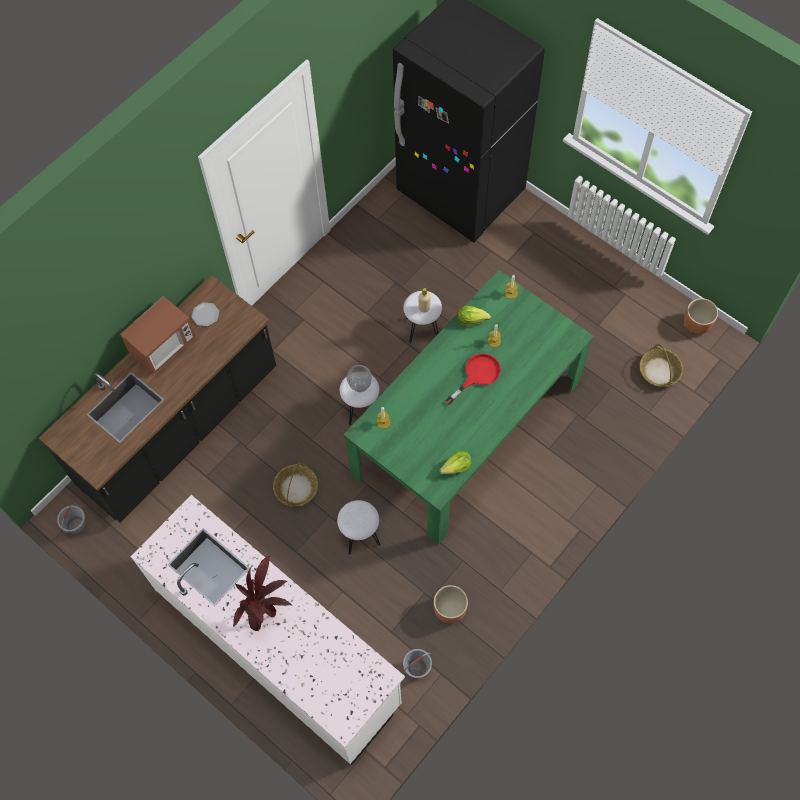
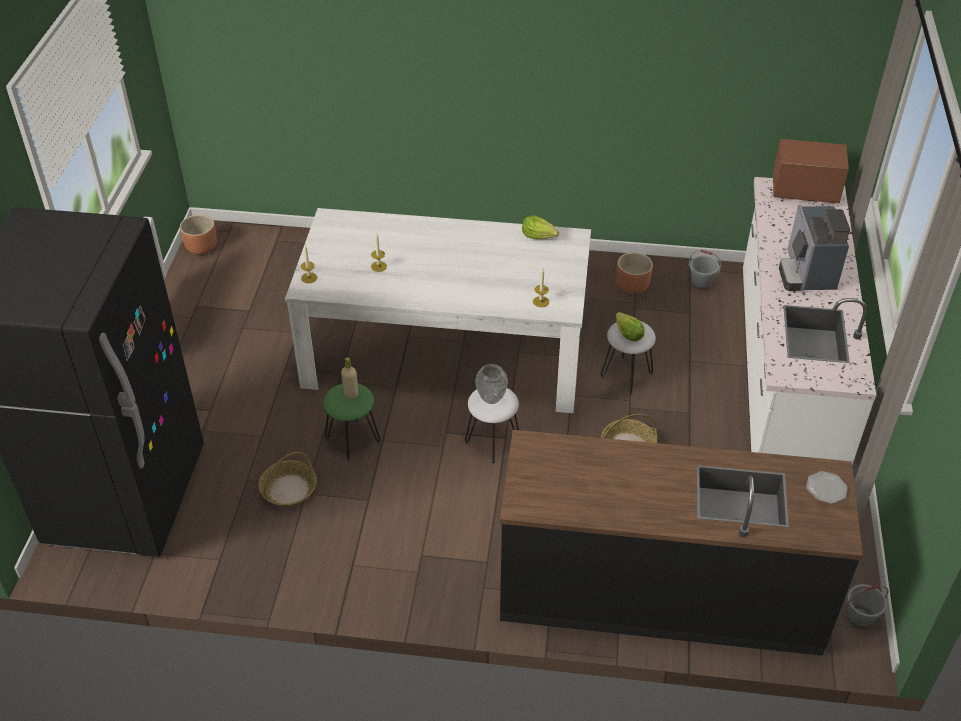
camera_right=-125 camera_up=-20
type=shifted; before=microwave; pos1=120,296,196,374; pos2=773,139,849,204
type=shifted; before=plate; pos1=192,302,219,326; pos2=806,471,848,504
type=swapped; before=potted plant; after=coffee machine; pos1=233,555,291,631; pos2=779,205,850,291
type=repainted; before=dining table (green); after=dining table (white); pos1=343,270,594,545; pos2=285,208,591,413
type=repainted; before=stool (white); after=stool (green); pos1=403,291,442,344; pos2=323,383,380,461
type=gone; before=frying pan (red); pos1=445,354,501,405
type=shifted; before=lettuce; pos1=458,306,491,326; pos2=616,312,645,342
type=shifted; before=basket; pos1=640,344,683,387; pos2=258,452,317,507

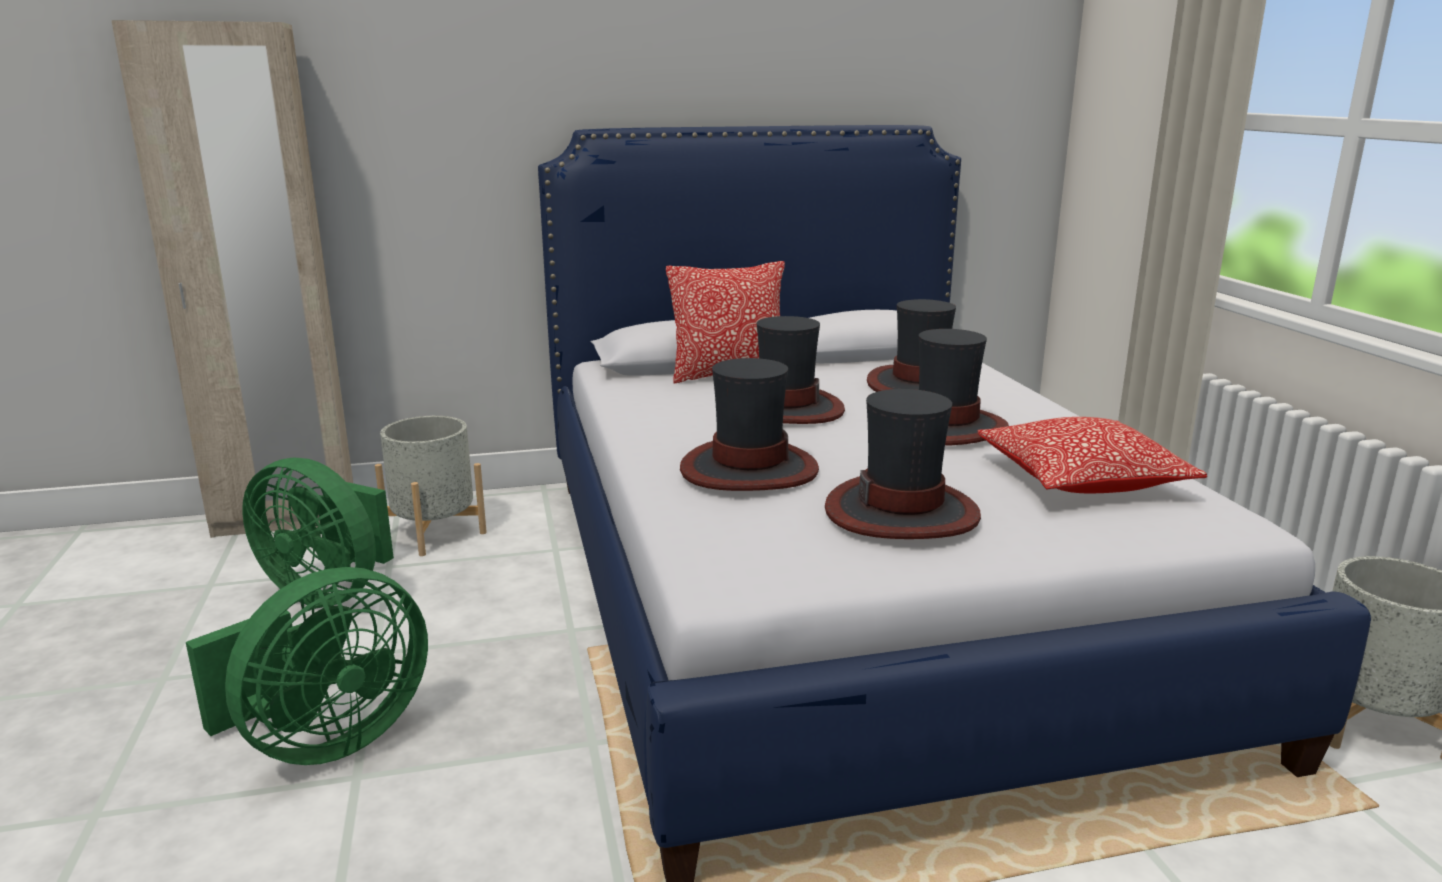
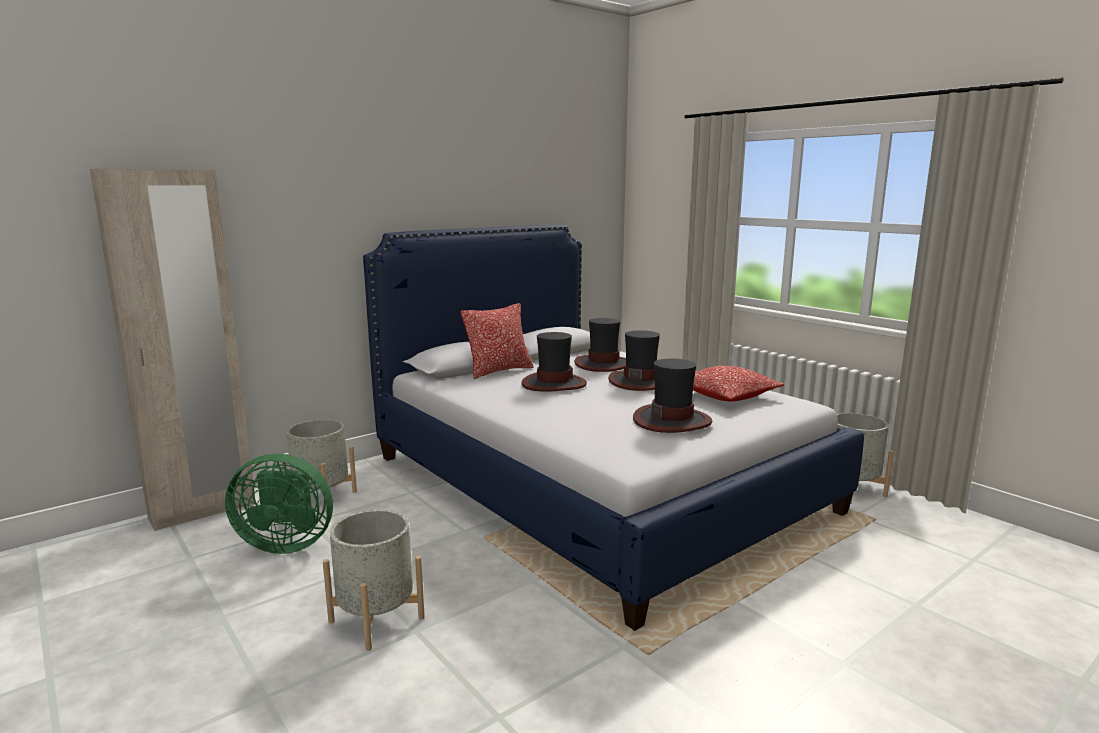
camera_right=-25 camera_up=-5
type=swapped; before=fan (green); after=planter (grey); pos1=186,567,428,765; pos2=323,509,425,651
type=gone; before=hat; pos1=680,358,819,491

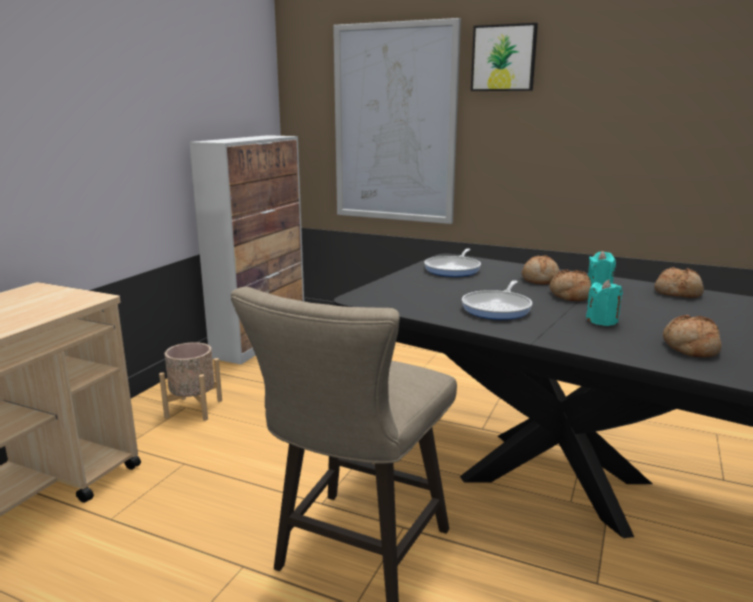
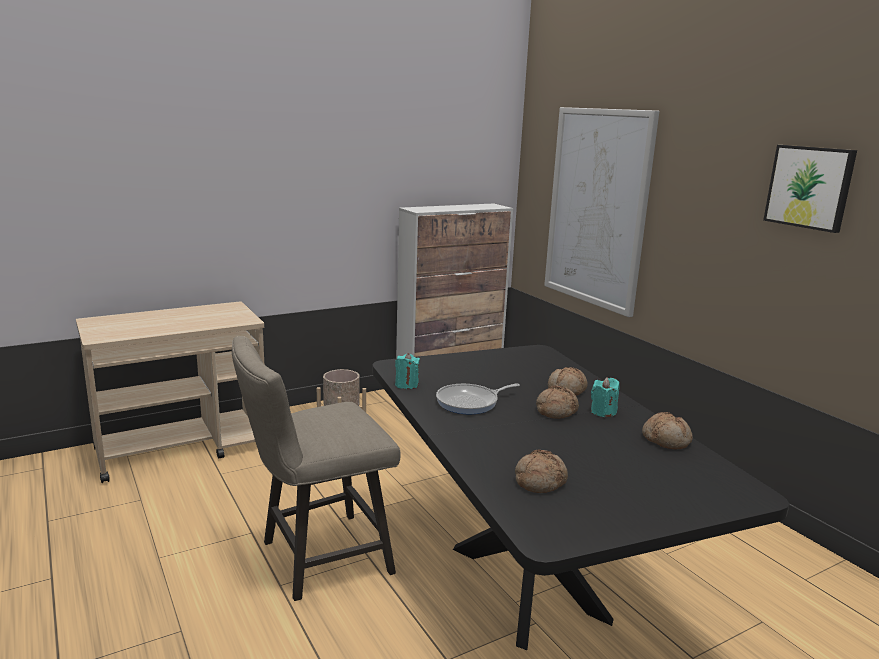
camera_right=35 camera_up=0
type=gone; before=frying pan; pos1=424,249,481,277
type=shifted; before=picture; pos1=471,23,538,91; pos2=763,145,857,233
type=shifted; before=candle (turquoise); pos1=586,279,623,326; pos2=395,353,420,389

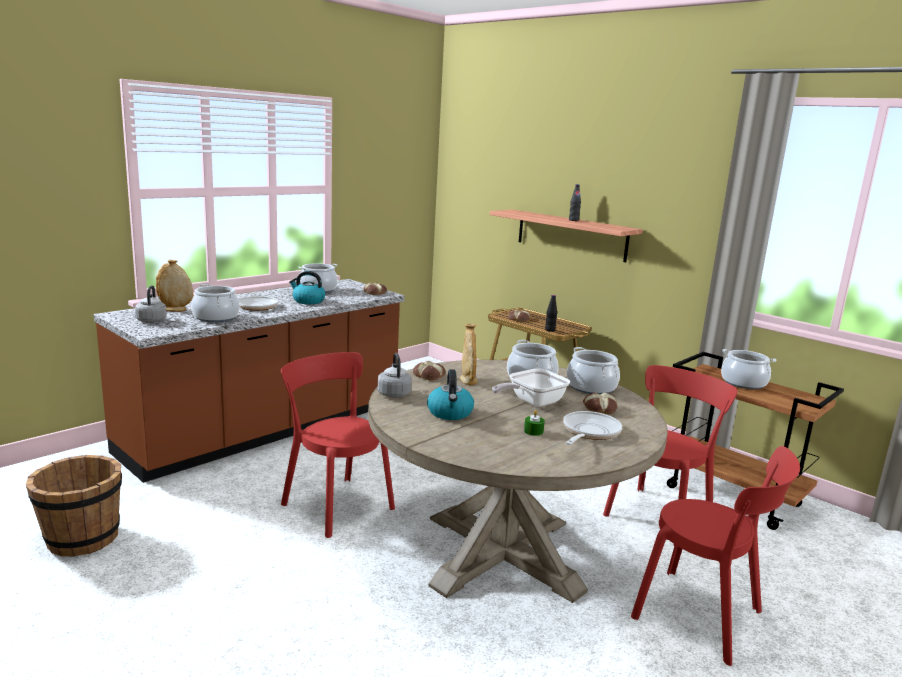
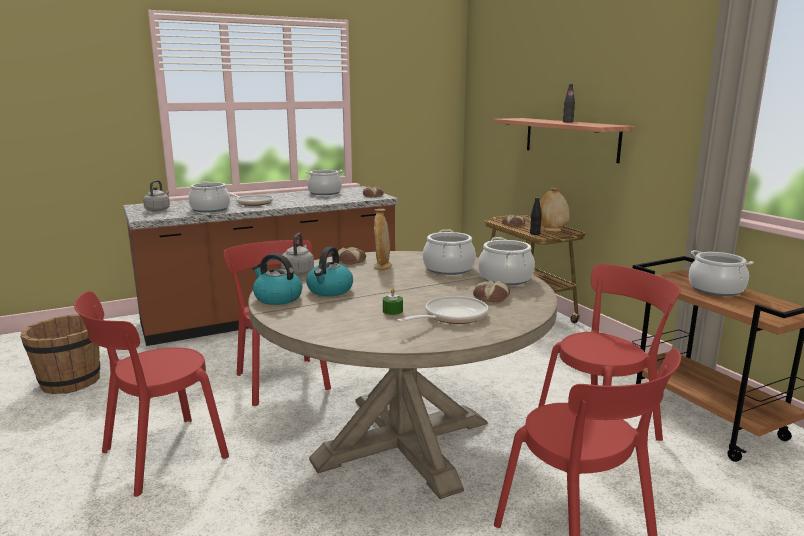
camera_right=20 camera_up=0
type=shifted; before=vase (beige); pos1=156,260,193,312; pos2=540,188,570,232
type=shifted; before=kettle; pos1=289,271,325,304; pos2=252,253,302,305
type=gone; before=frying pan; pos1=492,368,571,407
type=new; after=chair (red); pos2=74,291,229,497

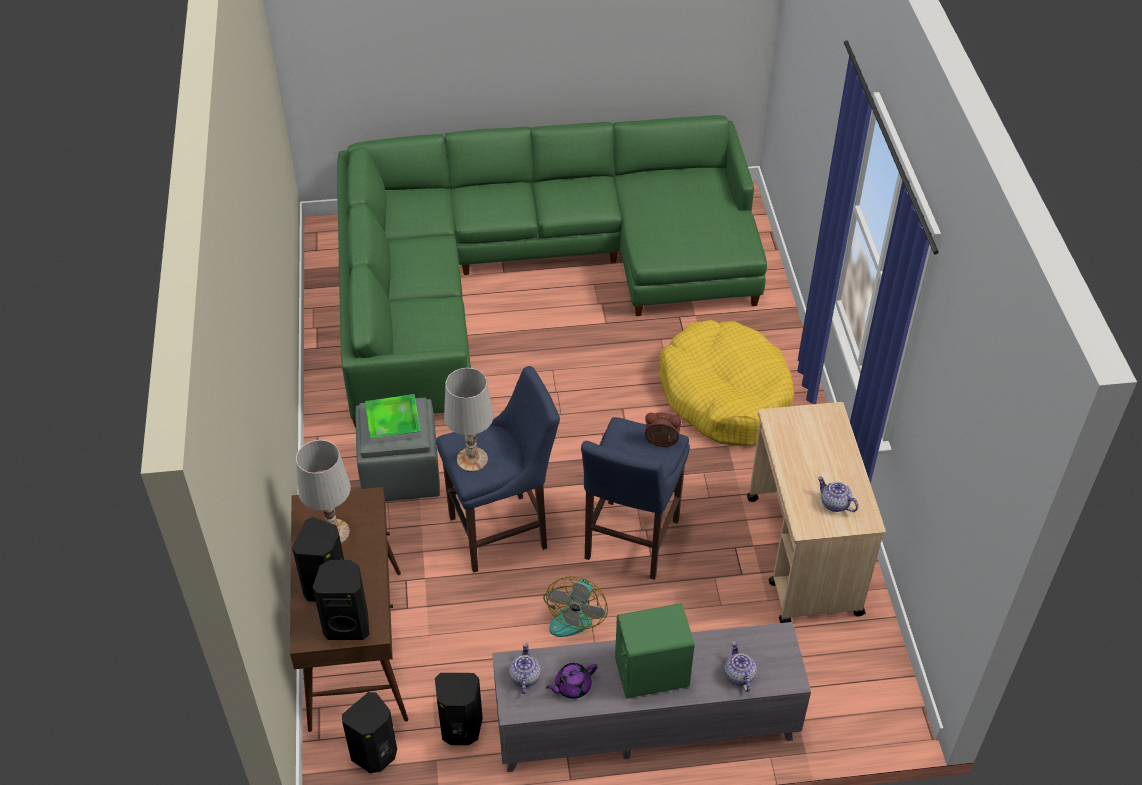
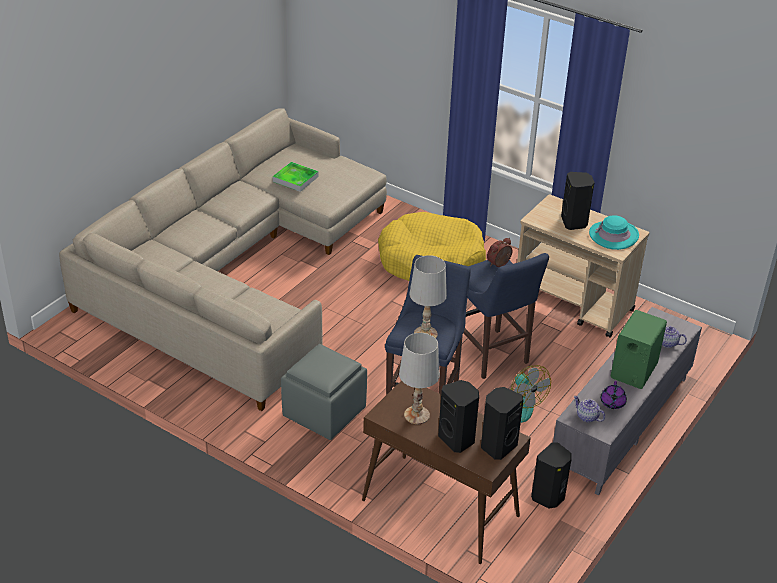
camera_right=-50 camera_up=-10
type=repainted; before=sofa (green); after=sofa (beige); pos1=337,115,767,428; pos2=59,108,387,411
type=shifted; before=speaker (black); pos1=342,692,397,773; pos2=561,172,594,230
type=shifted; before=tray; pos1=365,394,421,445; pos2=273,162,319,192
type=swapped; before=teapot; after=hat (turquoise); pos1=818,477,858,512; pos2=589,215,639,250

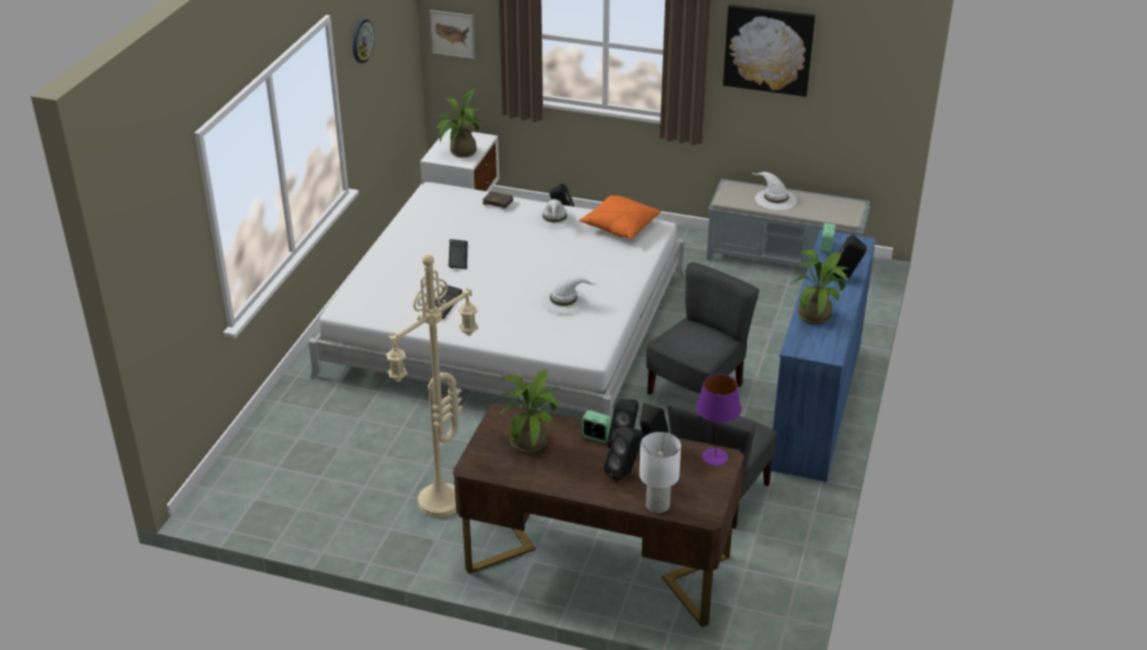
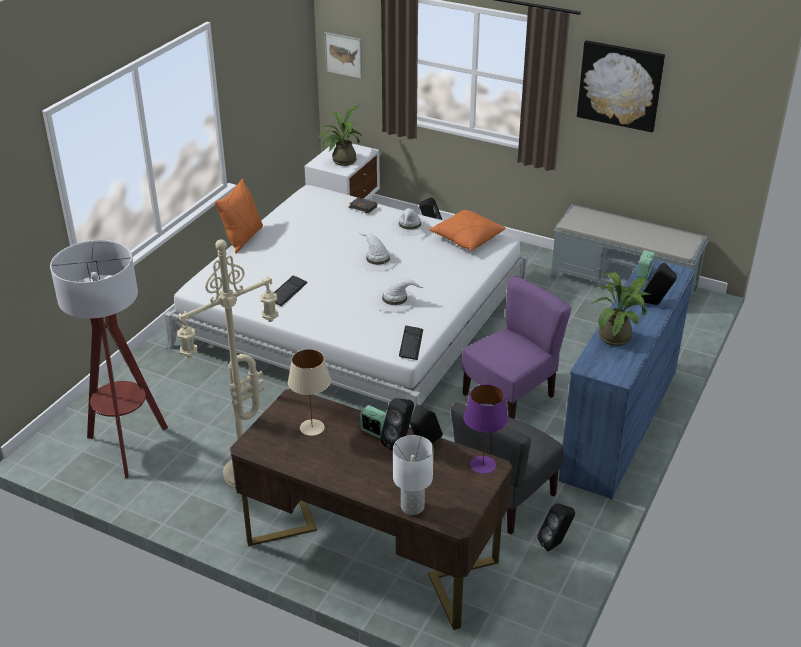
camera_right=10 camera_up=0
type=gone; before=wall clock; pos1=353,19,374,63
type=shifted; before=keyboard; pos1=449,239,468,269; pos2=399,326,423,360
type=swapped; before=potted plant; after=table lamp (beige); pos1=499,370,559,453; pos2=288,349,331,436
type=shifted; before=speaker (black); pos1=604,426,643,482; pos2=537,503,575,551
type=repainted; before=chair (grey); after=chair (purple); pos1=646,262,759,395; pos2=462,276,572,419
type=shifted; before=hat (white); pos1=753,172,797,210; pos2=358,233,398,272
type=new; after=floor lamp; pos2=50,240,168,478
type=new; after=pillow (orange); pos2=215,179,263,254

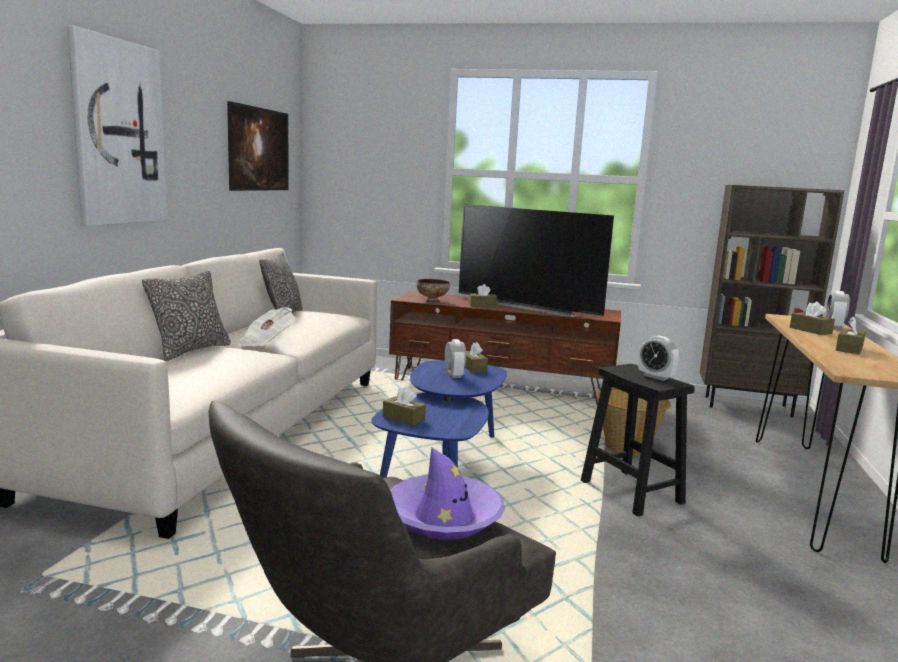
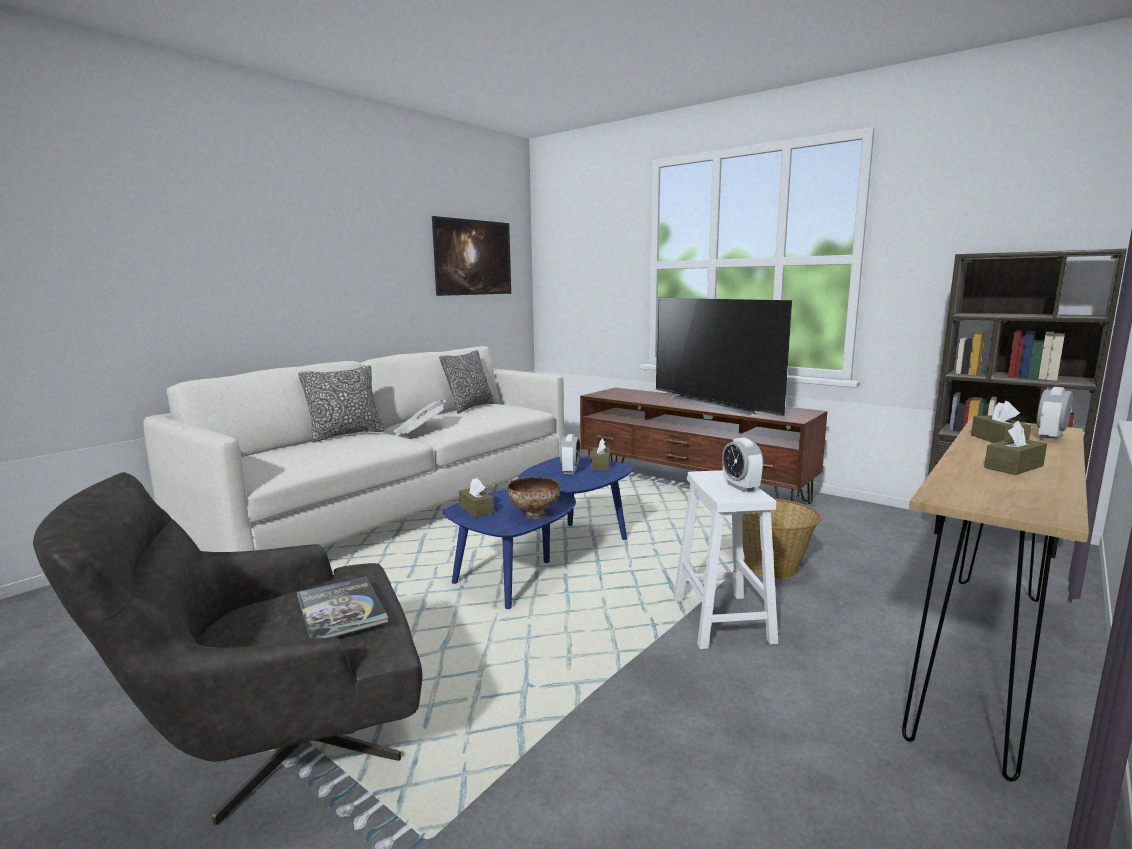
camera_right=25 camera_up=0
type=gone; before=picture; pos1=67,25,167,226
type=swapped; before=hat (purple); after=book; pos1=390,447,505,540; pos2=297,576,389,639
type=shifted; before=bowl; pos1=417,279,450,303; pos2=507,477,560,519
type=gone; before=tissue box (brown); pos1=470,284,497,308
type=repainted; before=stool (black); after=stool (white); pos1=581,364,695,517; pos2=673,470,778,649

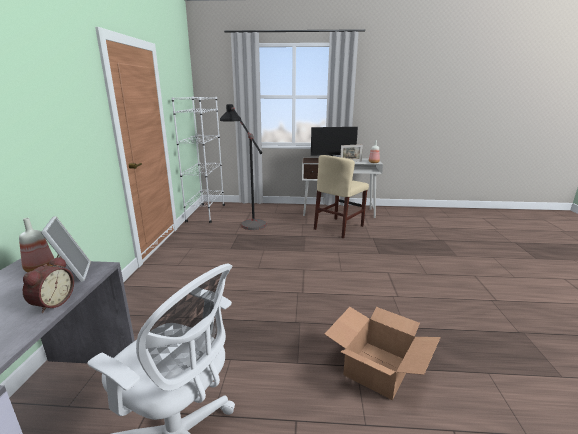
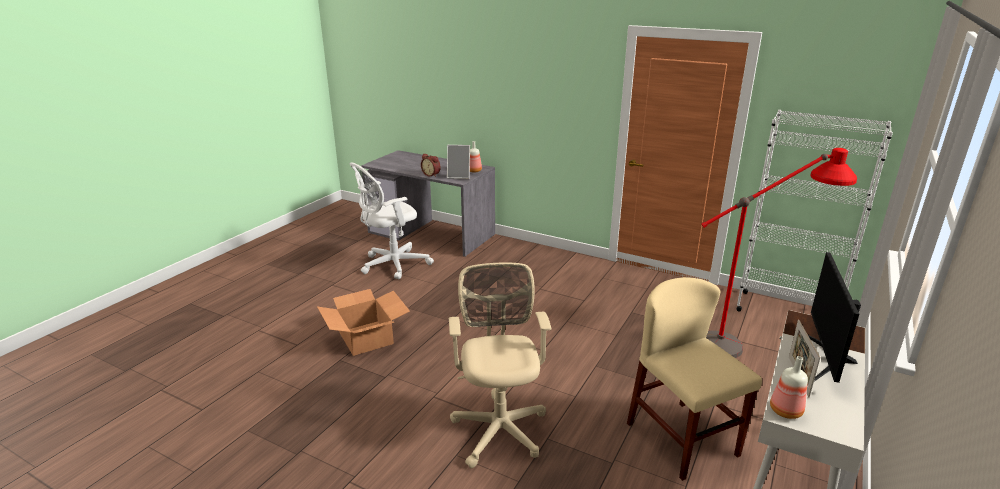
camera_right=115 camera_up=5
type=repainted; before=floor lamp (black); after=floor lamp (red); pos1=220,104,267,230; pos2=701,148,857,358
type=new; after=office chair (beige); pos2=449,263,551,468

